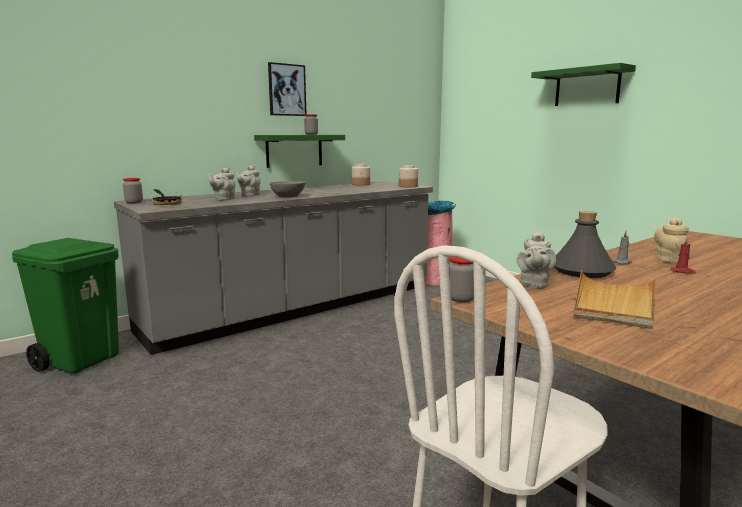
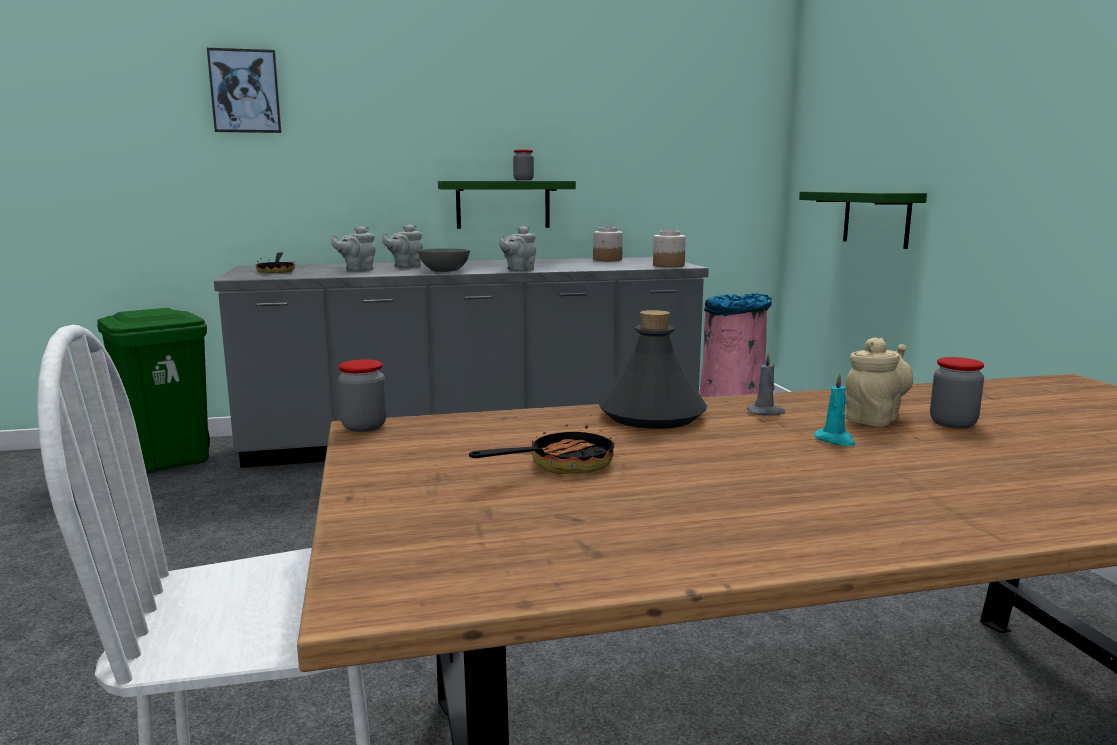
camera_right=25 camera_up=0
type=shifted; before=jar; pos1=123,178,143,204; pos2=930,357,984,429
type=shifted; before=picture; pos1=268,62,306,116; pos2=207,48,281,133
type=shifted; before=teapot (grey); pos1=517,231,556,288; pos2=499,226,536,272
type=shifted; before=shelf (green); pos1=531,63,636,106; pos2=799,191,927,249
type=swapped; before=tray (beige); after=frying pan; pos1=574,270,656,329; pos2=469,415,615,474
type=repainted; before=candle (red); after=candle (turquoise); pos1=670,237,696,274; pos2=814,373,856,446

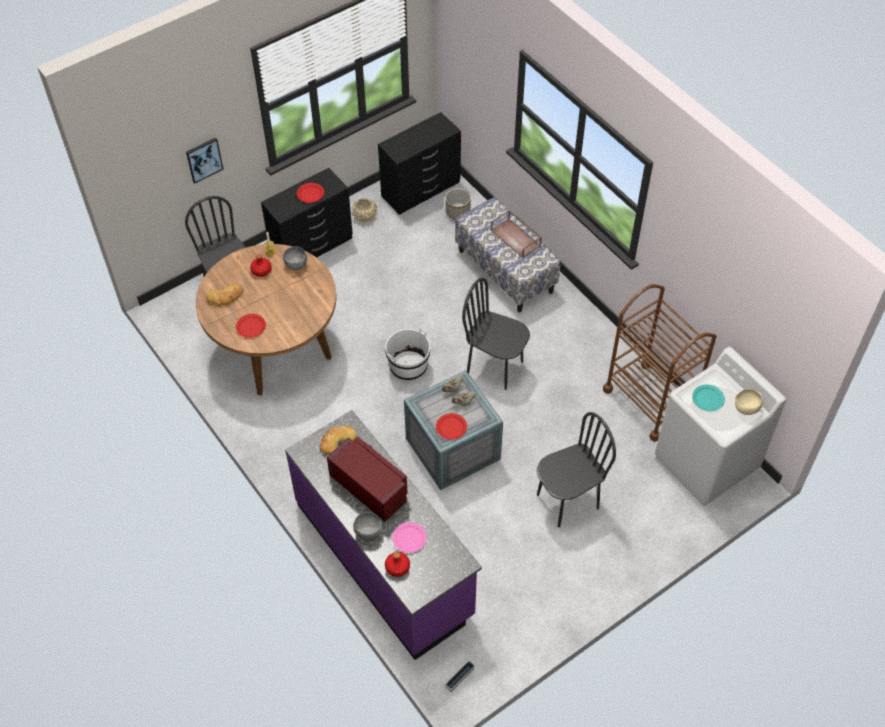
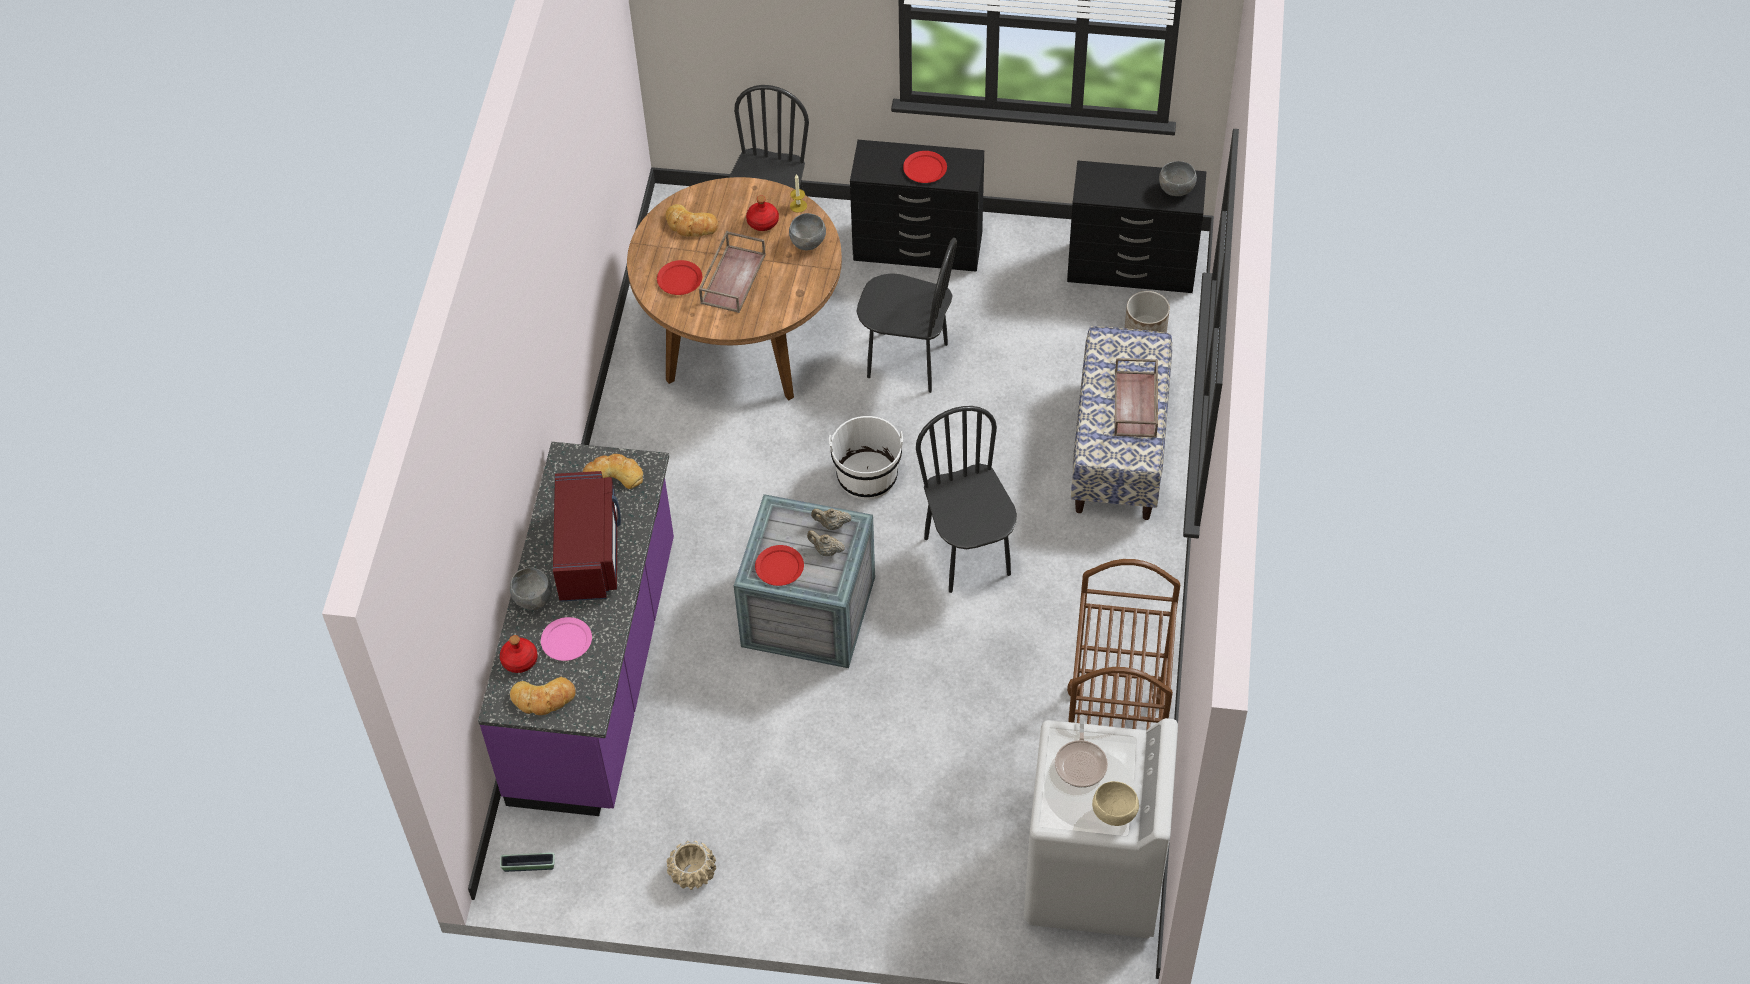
camera_right=45 camera_up=0
type=gone; before=picture; pos1=186,137,223,184
type=shifted; before=planter (beige); pos1=352,198,377,222; pos2=667,841,716,890
type=shifted; before=chair (black); pos1=537,412,616,527; pos2=856,238,957,393
type=swapped; before=plate (turquoise); after=frying pan; pos1=692,384,725,411; pos2=1055,714,1108,788
type=new; after=bread; pos2=510,677,576,715
type=new; after=tray (brown); pos2=699,231,766,313
type=new; after=bowl (grey); pos2=1159,161,1197,196

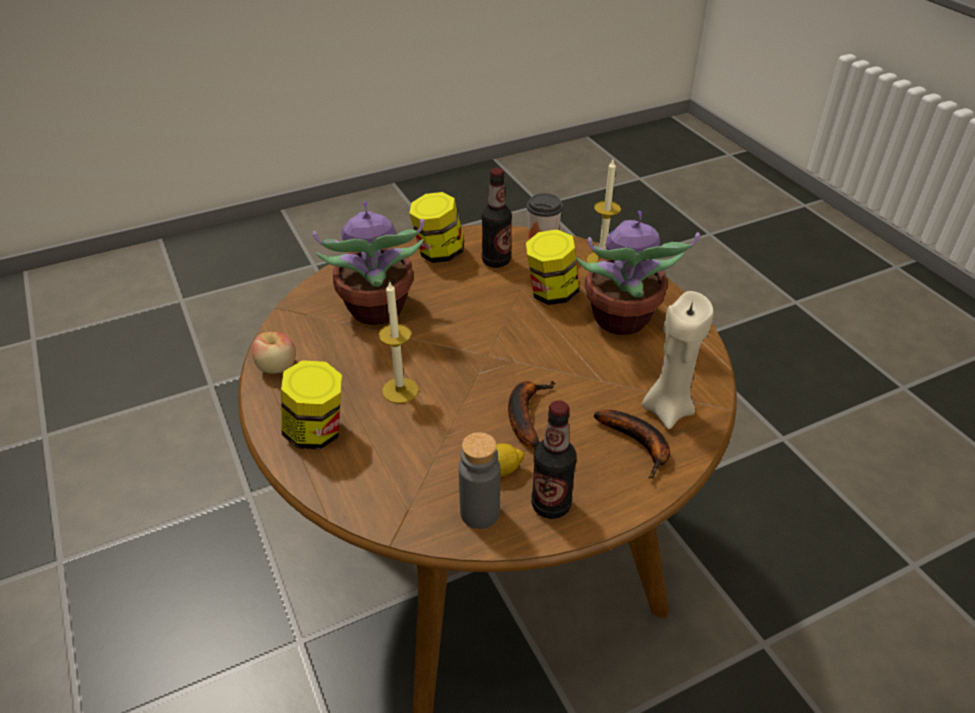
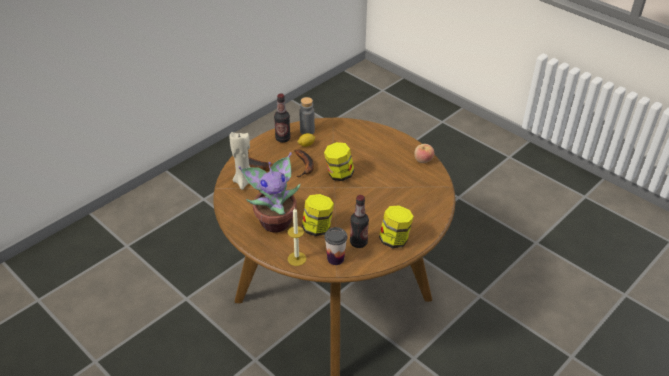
camera_right=160 camera_up=0
type=shifted; before=jar; pos1=281,360,342,449; pos2=324,142,354,181
type=gone; before=potted plant; pos1=312,201,425,325
type=gone; before=candle; pos1=378,280,418,403

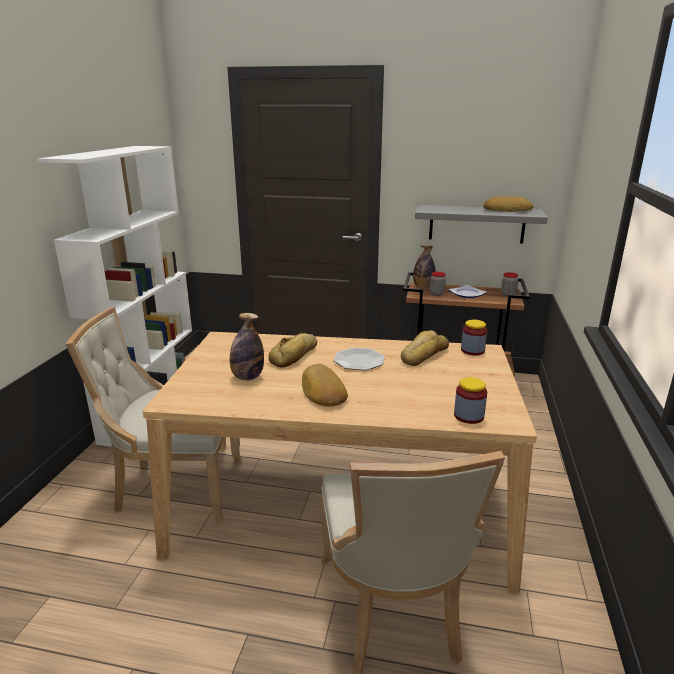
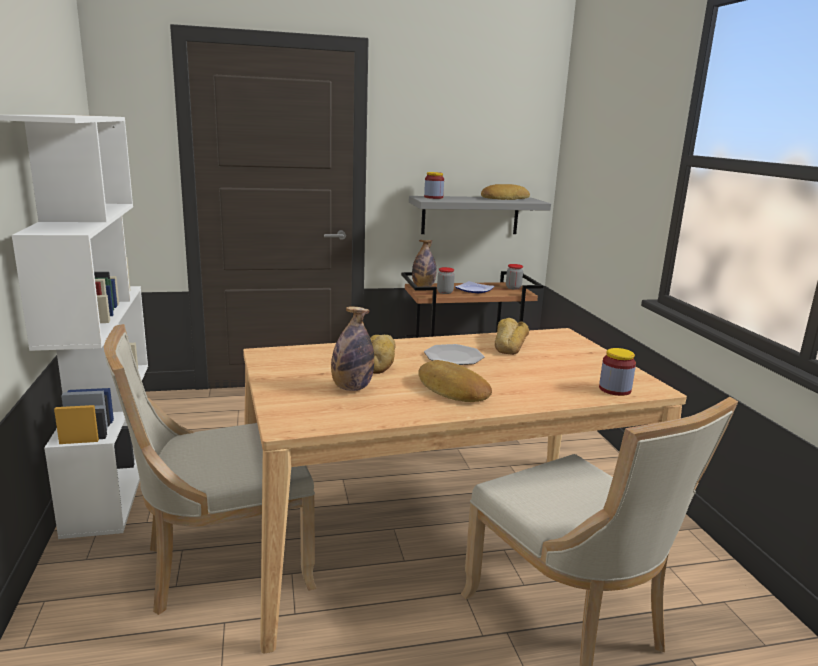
camera_right=-25 camera_up=-5
type=shifted; before=jar; pos1=461,320,487,355; pos2=424,172,444,199

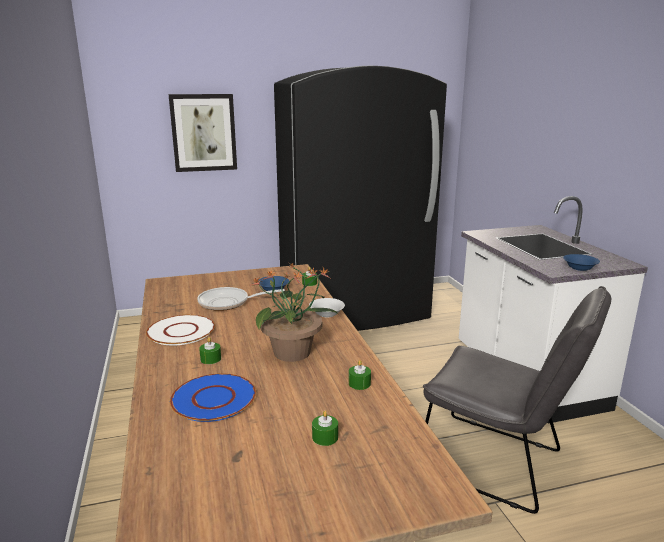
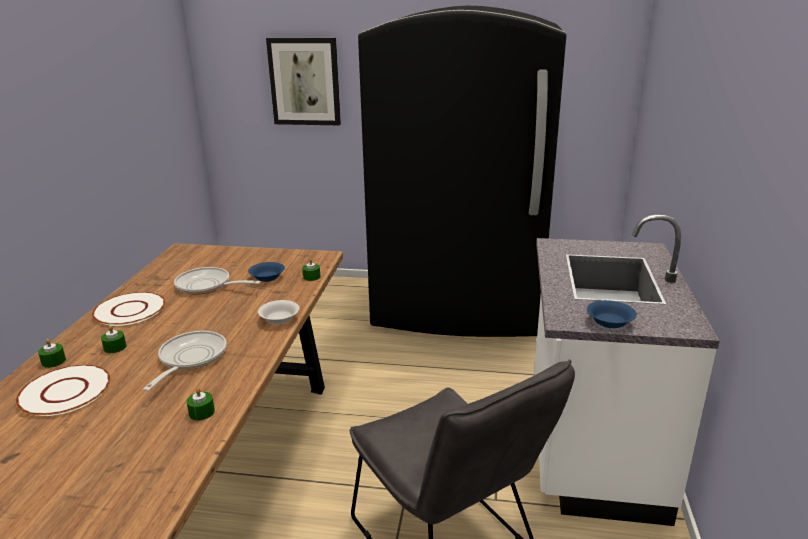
camera_right=25 camera_up=5
type=repainted; before=plate (blue); after=plate (white); pos1=170,373,256,422; pos2=16,365,111,416
type=swapped; before=potted plant; after=frying pan; pos1=249,263,338,362; pos2=143,331,227,391
type=shifted; before=candle (green); pos1=312,411,338,446; pos2=38,339,66,368

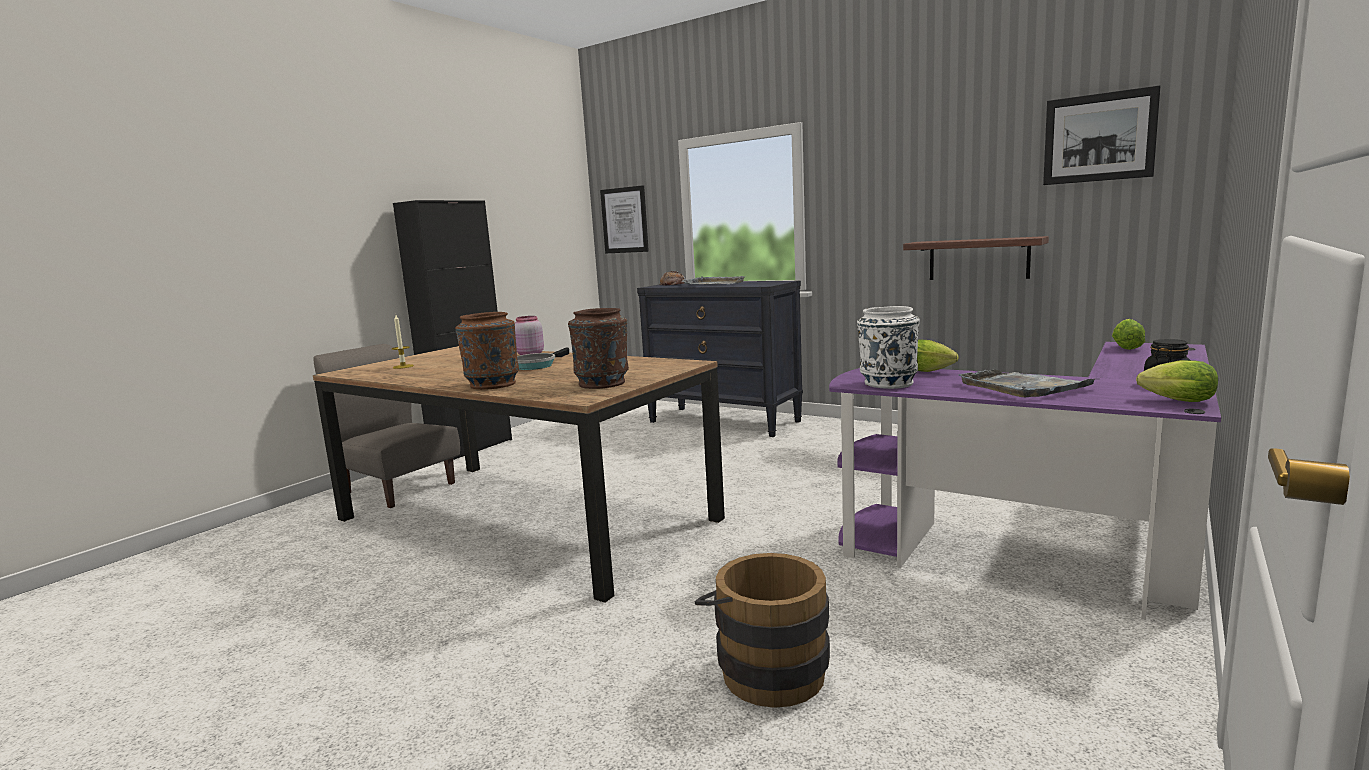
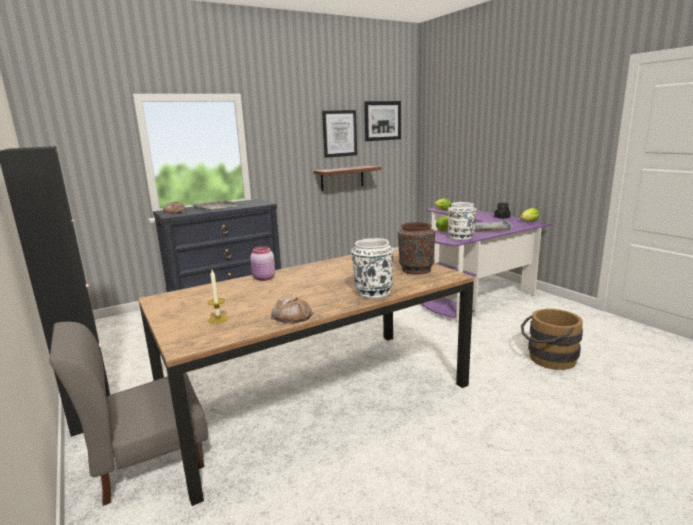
camera_right=-65 camera_up=5
type=repainted; before=vase (brown); after=vase (white); pos1=455,312,519,390; pos2=351,238,394,298
type=gone; before=frying pan; pos1=517,347,569,370
type=shifted; before=picture; pos1=600,185,649,254; pos2=322,110,357,158
type=new; after=bread; pos2=271,297,313,324

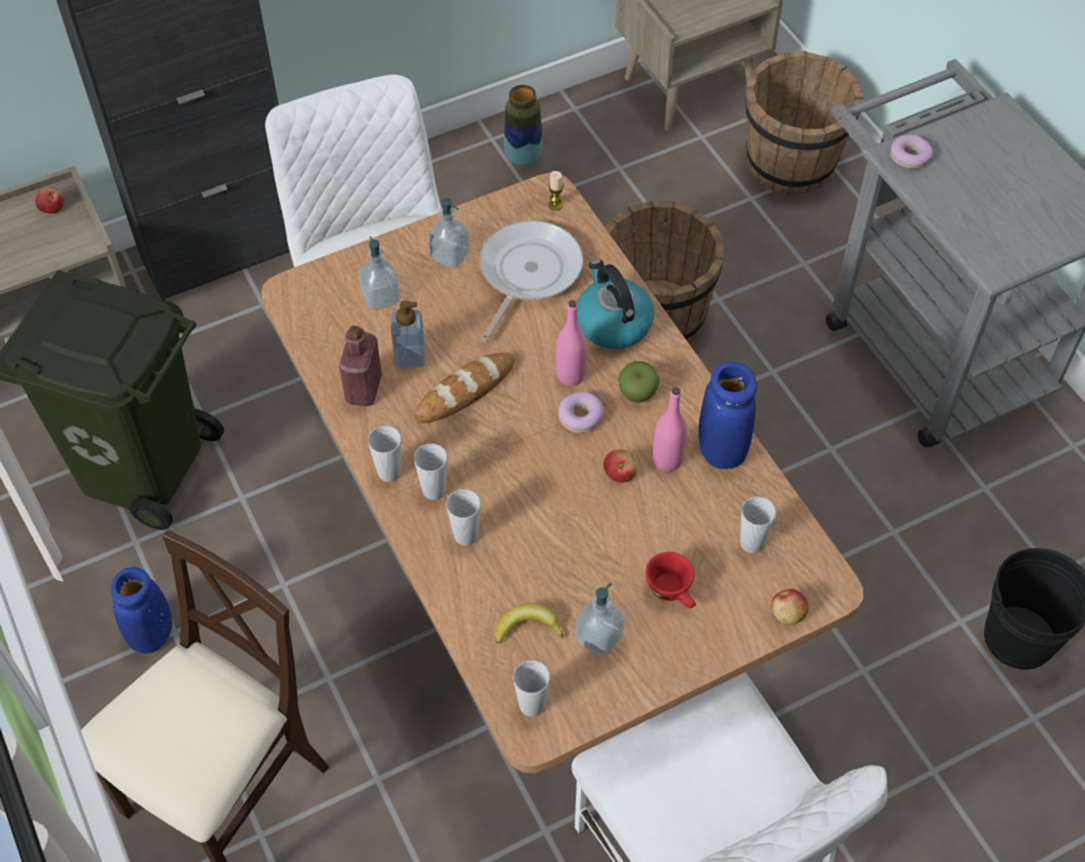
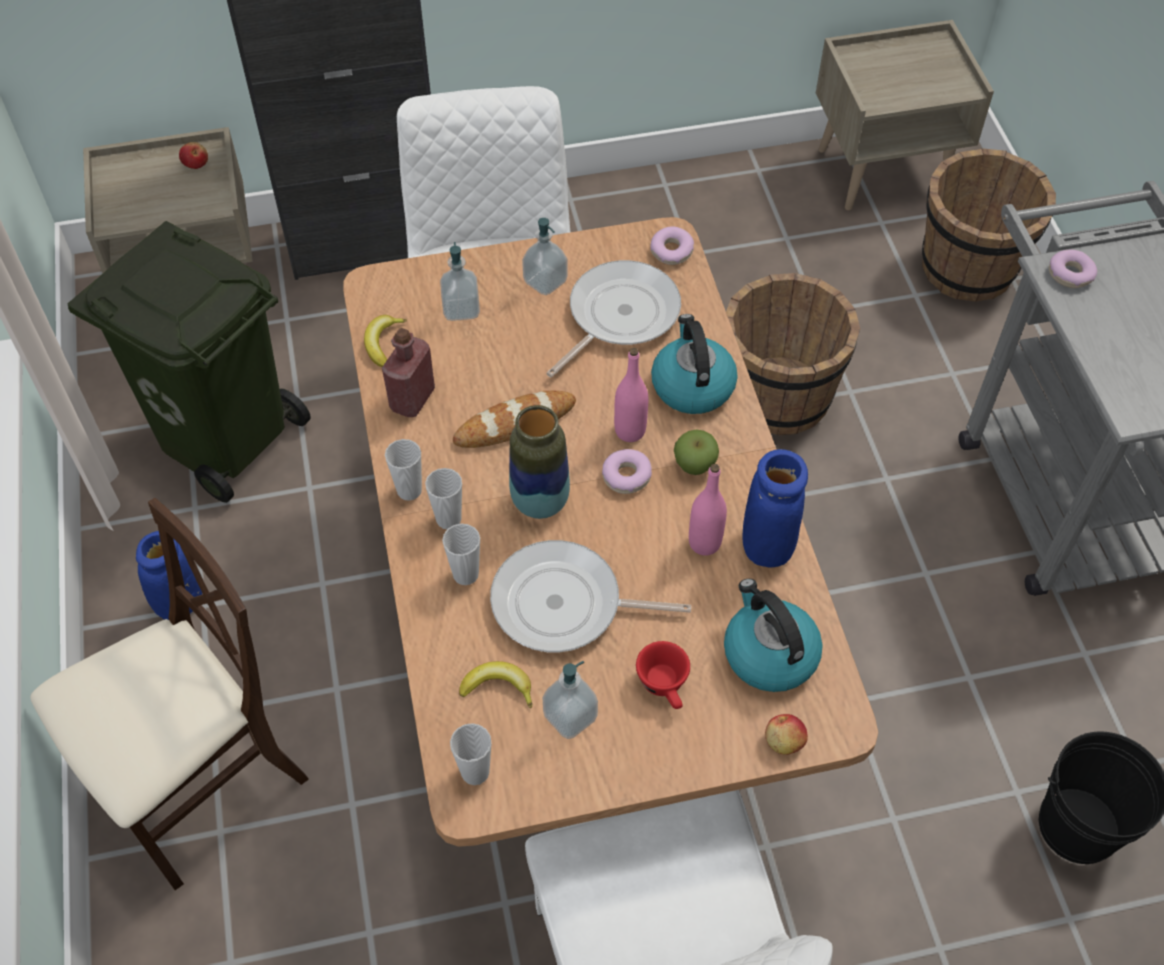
camera_right=15 camera_up=0
type=gone; before=soap dispenser; pos1=391,300,425,368
type=shifted; before=vase; pos1=504,85,543,167; pos2=509,405,570,519
type=swapped; before=candle; after=donut; pos1=548,171,564,210; pos2=650,226,694,265
type=gone; before=apple; pos1=603,449,638,483
type=swapped; before=cup; after=kettle; pos1=740,496,776,553; pos2=724,579,823,692
type=new; after=banana; pos2=364,315,407,367
type=new; after=frying pan; pos2=490,540,691,652

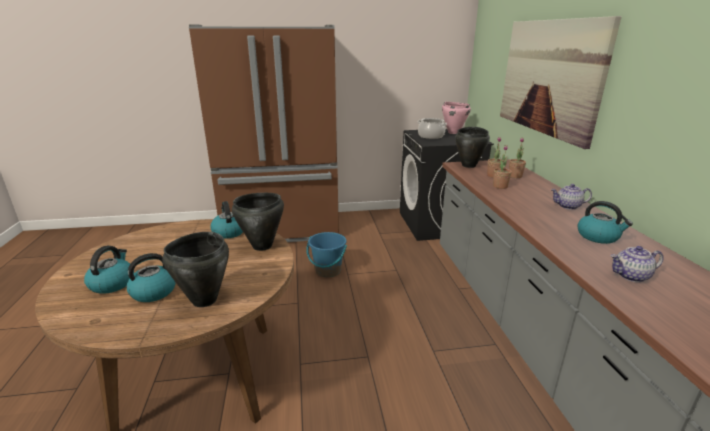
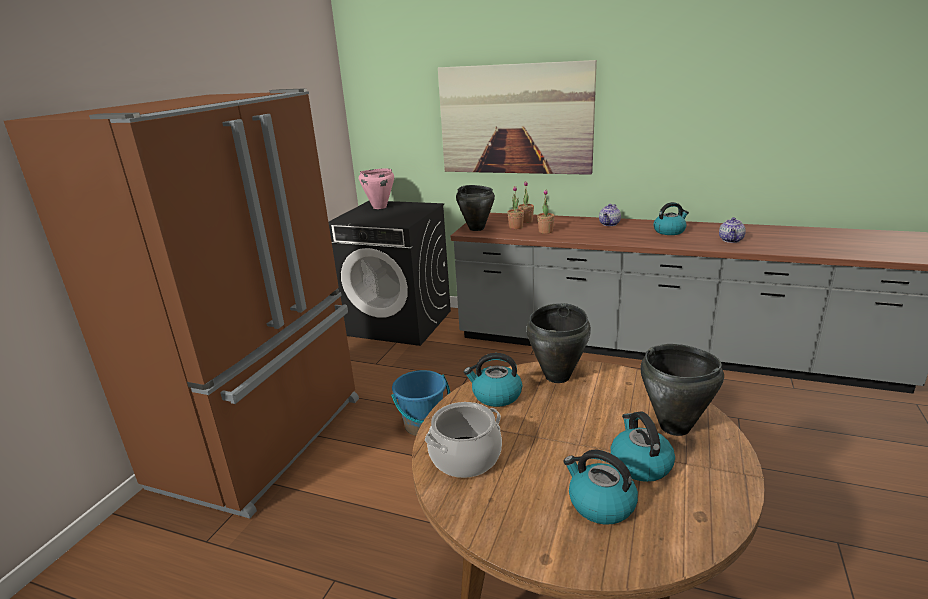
camera_right=-60 camera_up=0
type=shifted; before=cooking pot; pos1=418,118,447,139; pos2=425,402,502,478

